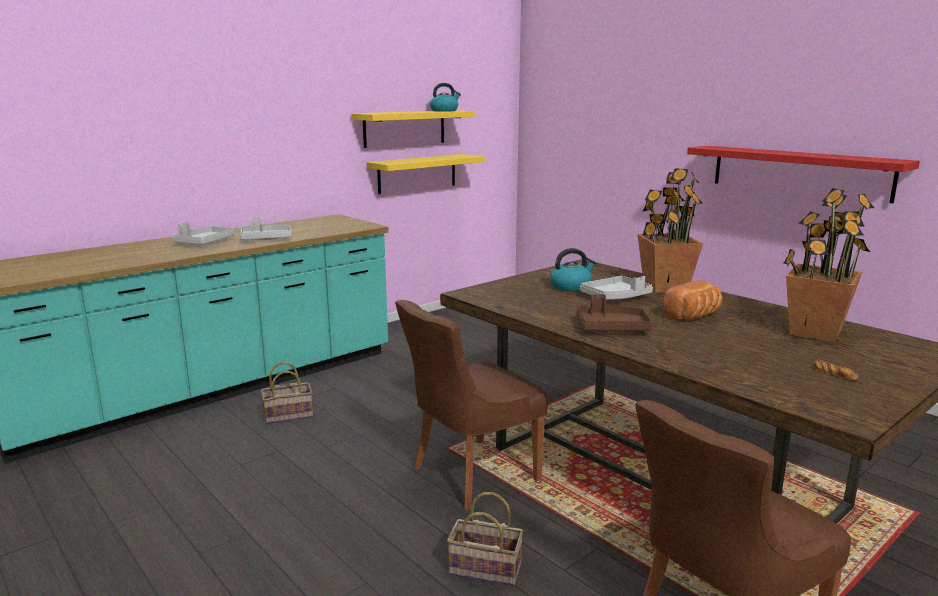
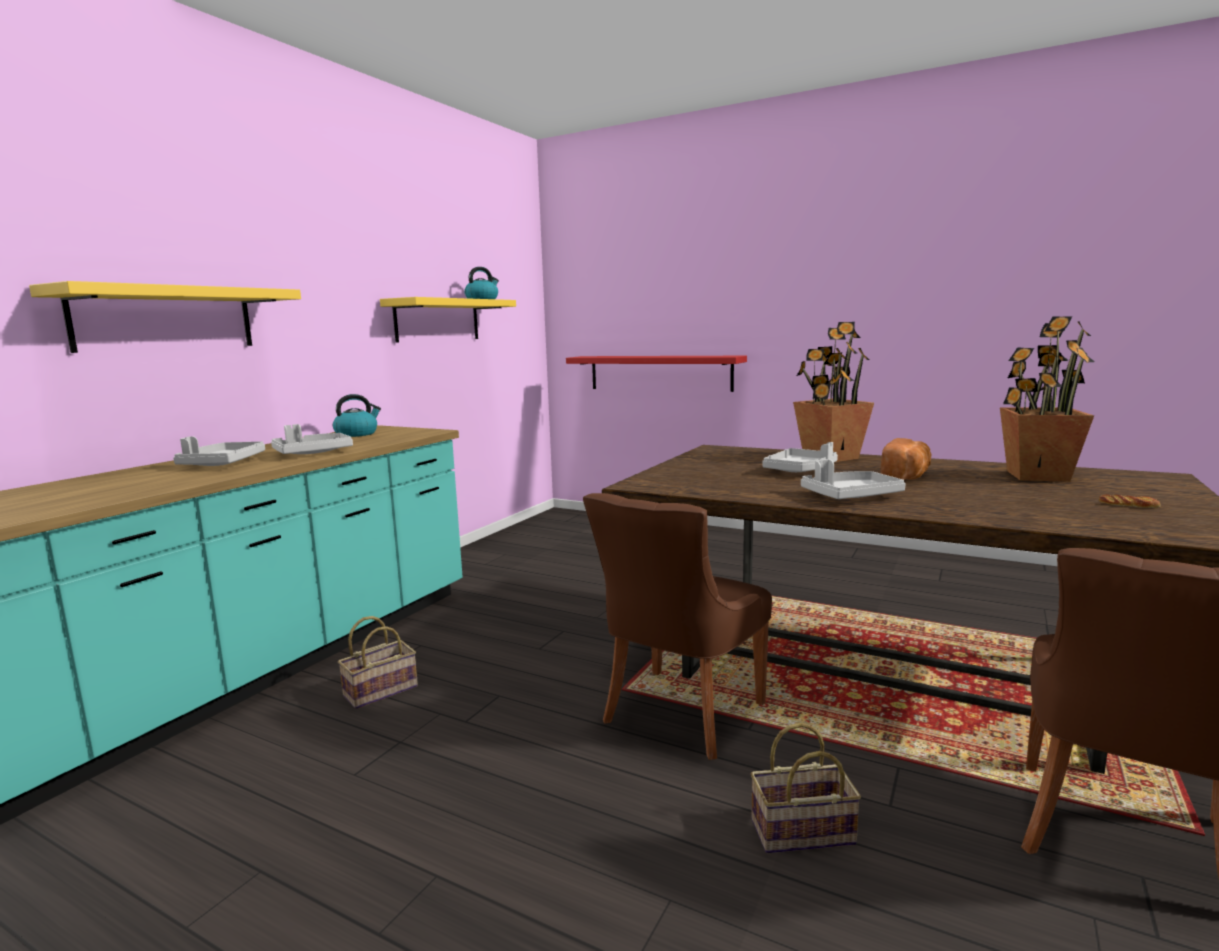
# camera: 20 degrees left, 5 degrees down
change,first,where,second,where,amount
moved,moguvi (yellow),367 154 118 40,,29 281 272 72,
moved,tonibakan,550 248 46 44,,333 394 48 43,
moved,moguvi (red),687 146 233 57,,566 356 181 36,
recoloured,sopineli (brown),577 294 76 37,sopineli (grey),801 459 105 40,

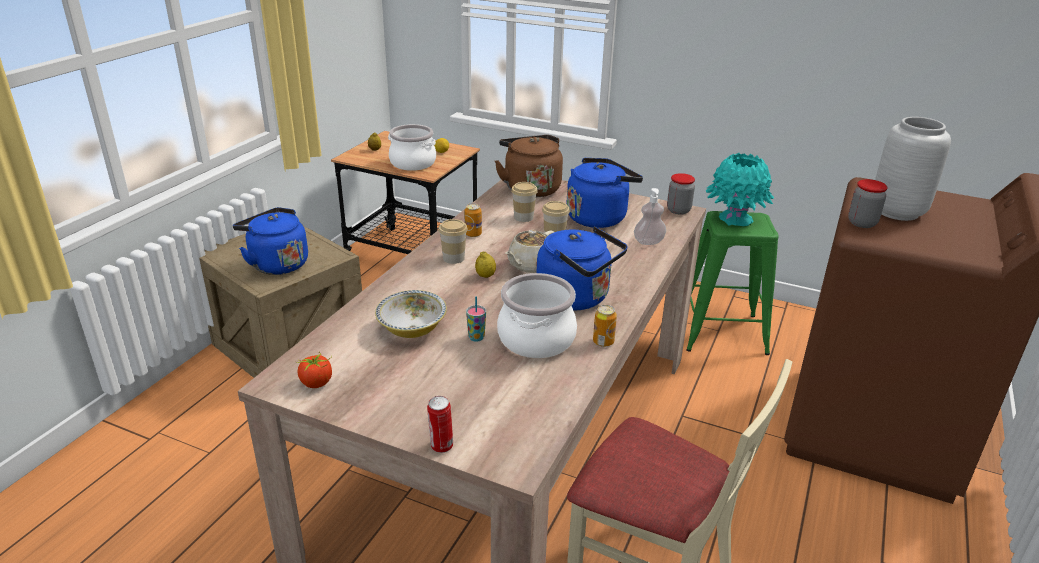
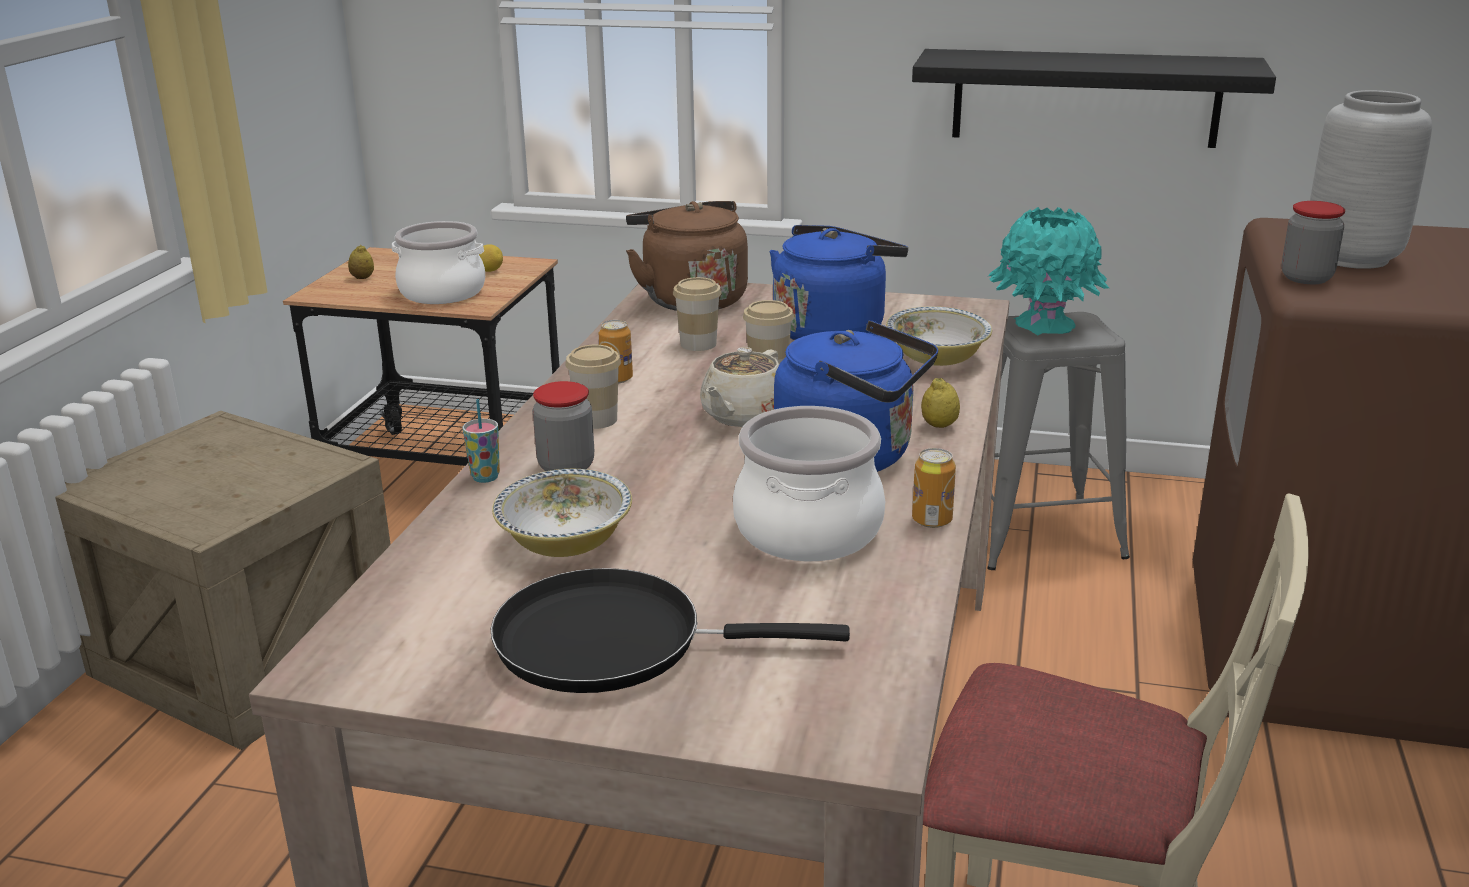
# camera: 10 degrees left, 5 degrees down
change,first,where,second,where,amount
moved,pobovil,466 296 20 45,,463 399 37 84,
added,,,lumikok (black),491 568 359 125,
moved,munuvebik,667 173 28 42,,533 381 61 90,
replaced,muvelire,634 188 32 57,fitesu,886 306 106 60,
added,,,moguvi (black),912 49 364 99,
moved,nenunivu,475 251 21 27,,921 378 39 50,
recoloured,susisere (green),686 211 92 144,susisere (grey),987 312 143 258,
removed,tonibakan (blue),233 207 75 68,,,
removed,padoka,297 353 35 35,,,
removed,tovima,427 396 26 57,,,

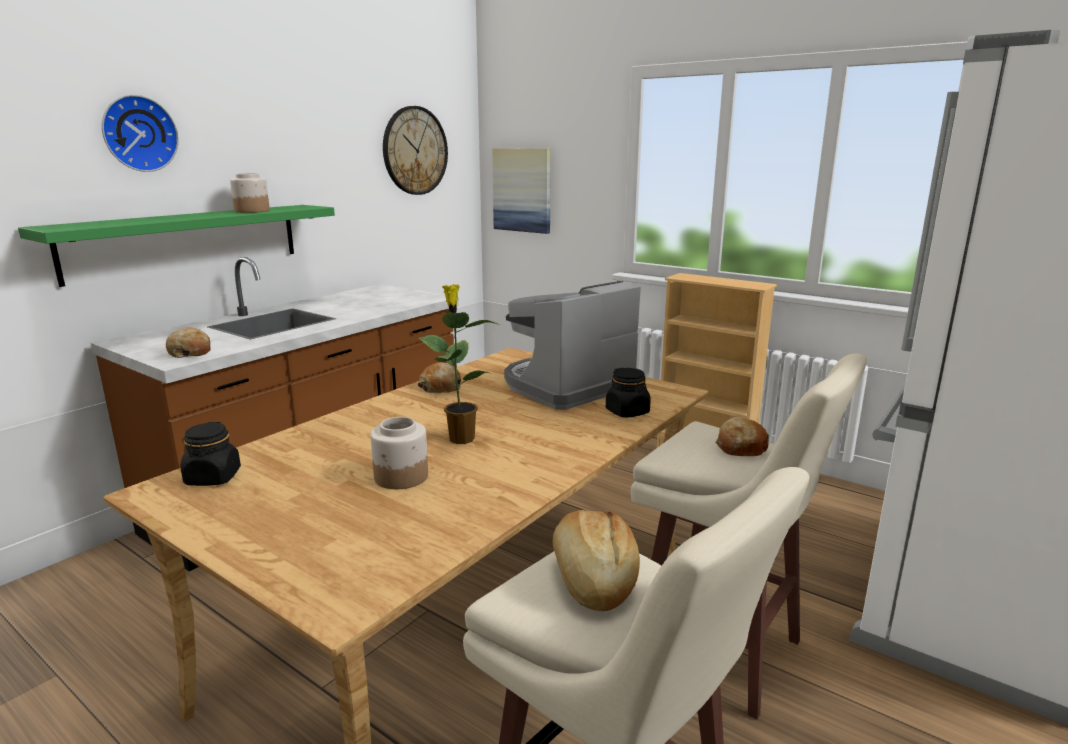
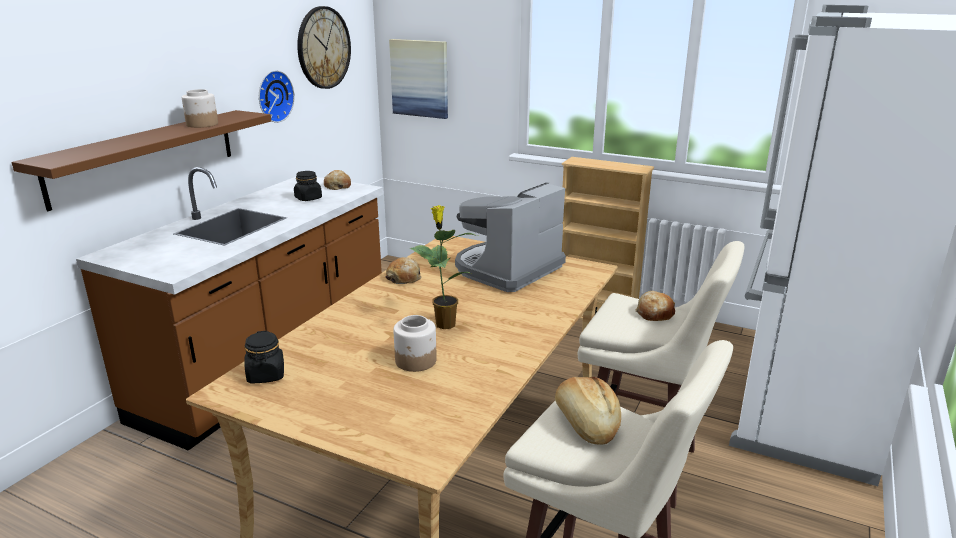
# camera: 10 degrees left, 5 degrees up
change,first,where,second,where,amount
recoloured,moguvi (green),18 205 317 82,moguvi (brown),12 110 259 101,
moved,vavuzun,102 95 77 77,,259 70 35 53,
moved,munuvebik (black),606 368 45 50,,294 171 28 30,
moved,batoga,166 327 45 31,,324 170 27 20,

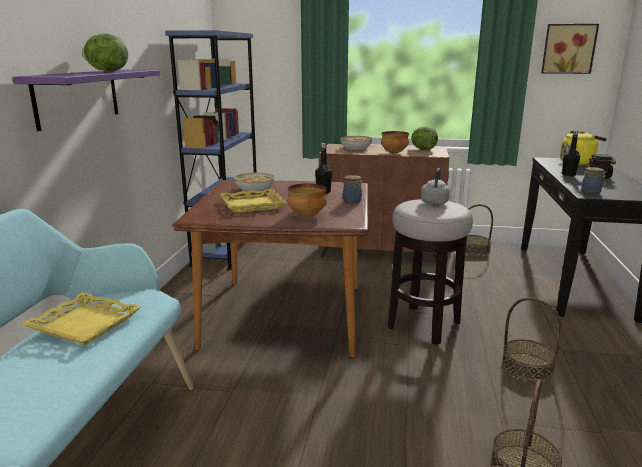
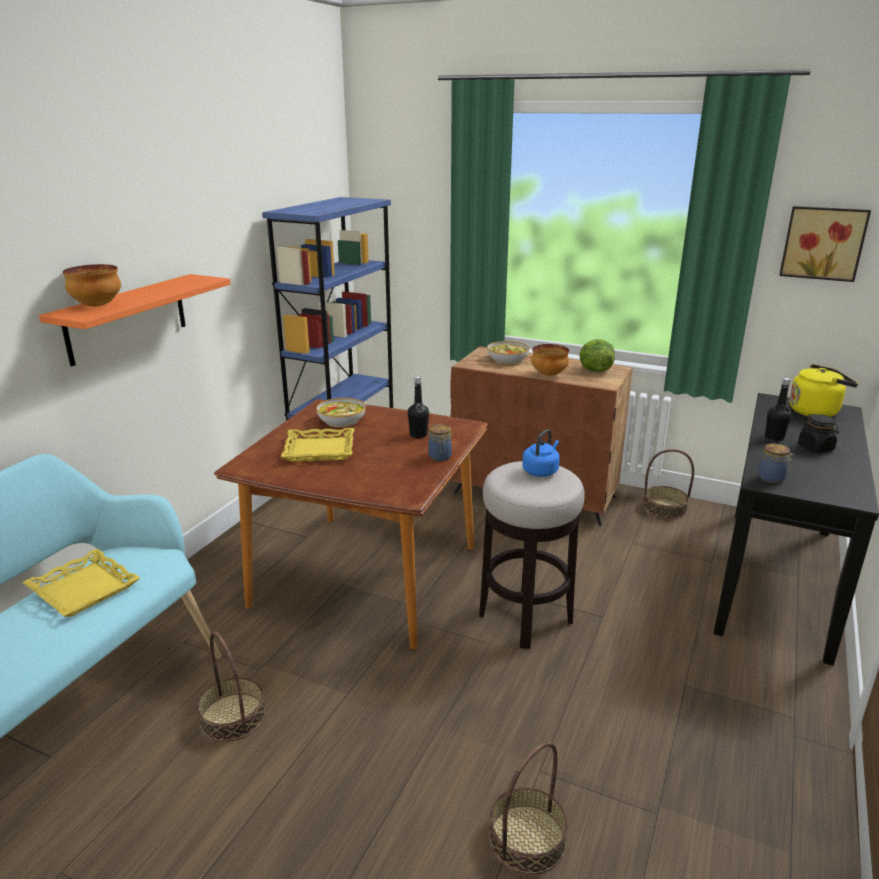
# camera: 15 degrees right, 5 degrees up
change,first,where,second,where,amount
recoloured,moguvi (purple),12 70 148 61,moguvi (orange),39 274 192 92,
moved,fitesu,287 183 40 33,,63 264 58 42,
moved,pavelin,502 297 60 84,,196 631 70 111,
recoloured,tonibakan (grey),421 168 29 37,tonibakan (blue),522 429 38 48,
removed,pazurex,82 33 46 39,,,

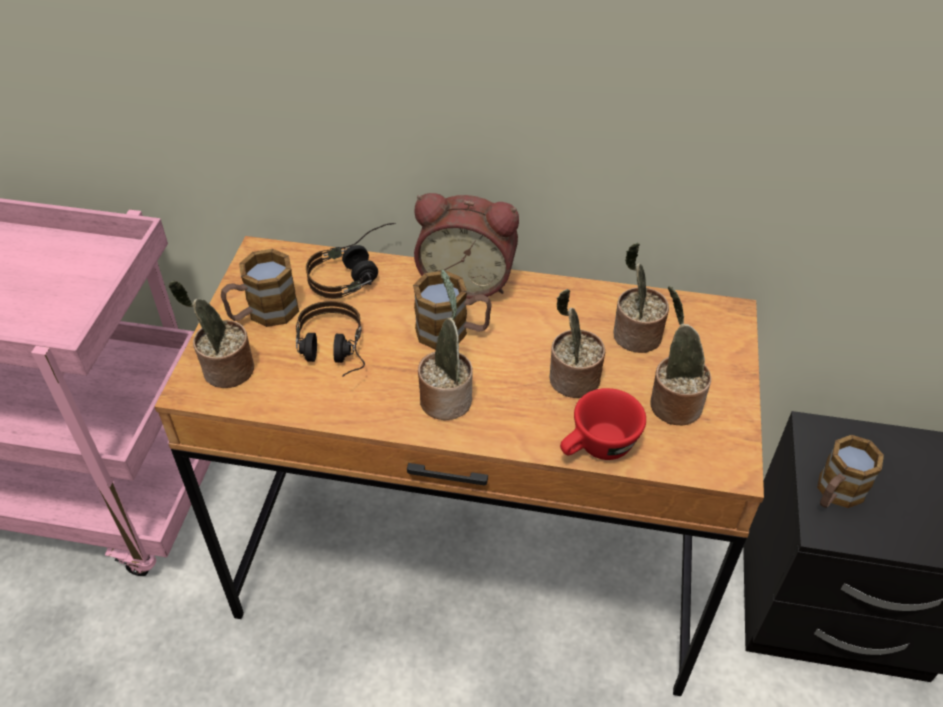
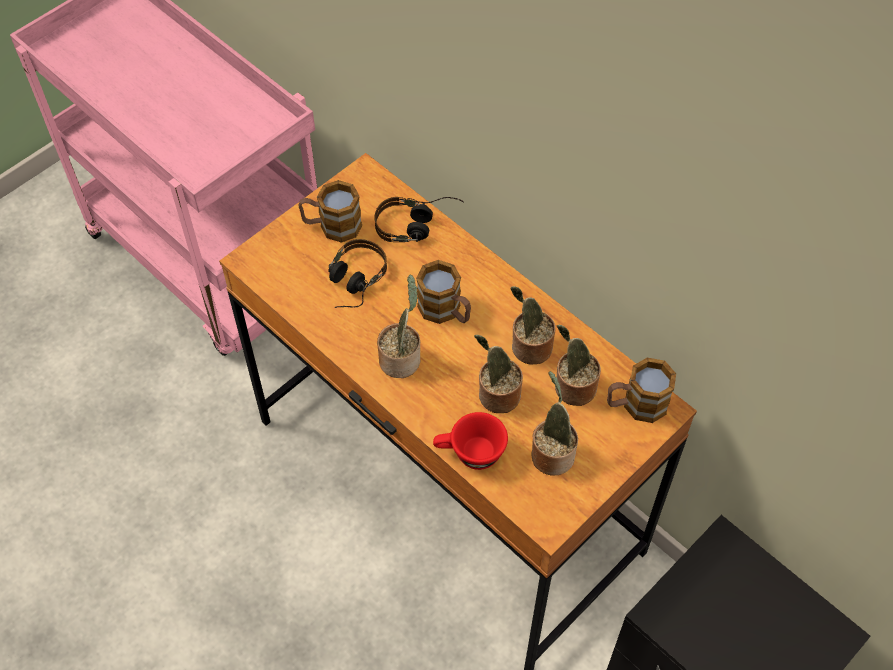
# camera: 35 degrees right, 10 degrees up
change,first,where,second,where,amount
moved,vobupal,169 280 85 108,,510 286 45 79,
moved,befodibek,817 435 67 73,,607 358 69 65,
removed,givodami,414 193 105 106,,,

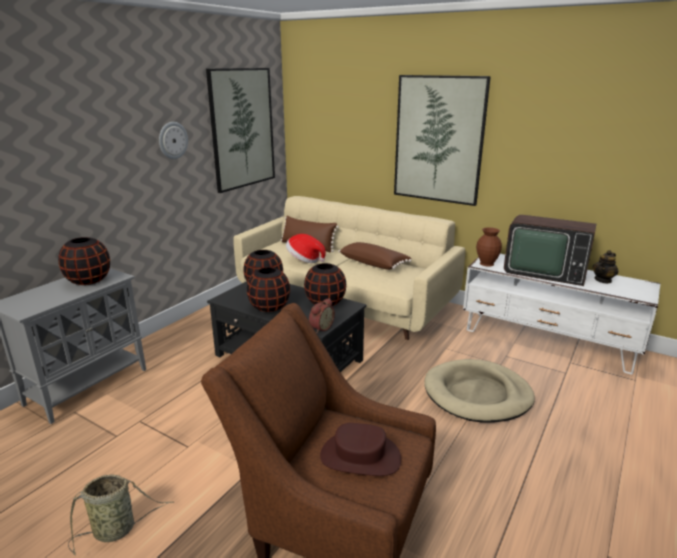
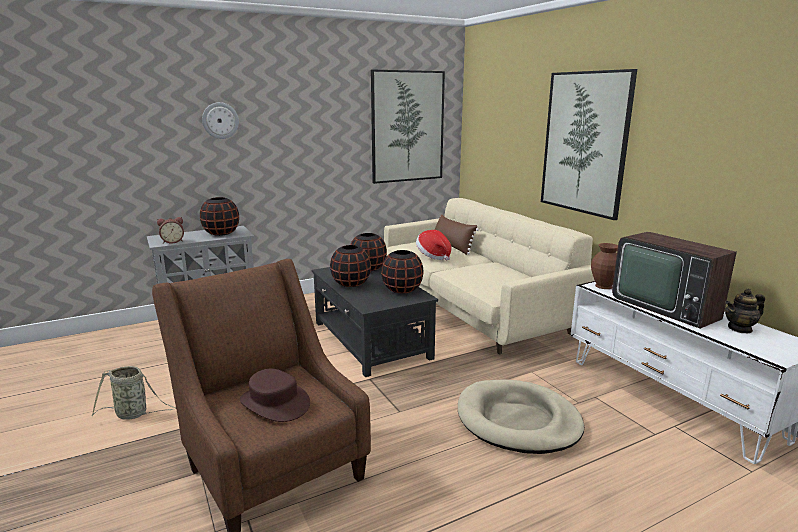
# camera: 30 degrees right, 5 degrees down
change,first,where,second,where,amount
moved,givodami,309 298 26 35,,157 217 27 27,
moved,vavuzun,159 122 29 37,,202 102 37 37,
removed,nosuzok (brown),338 242 73 28,,,

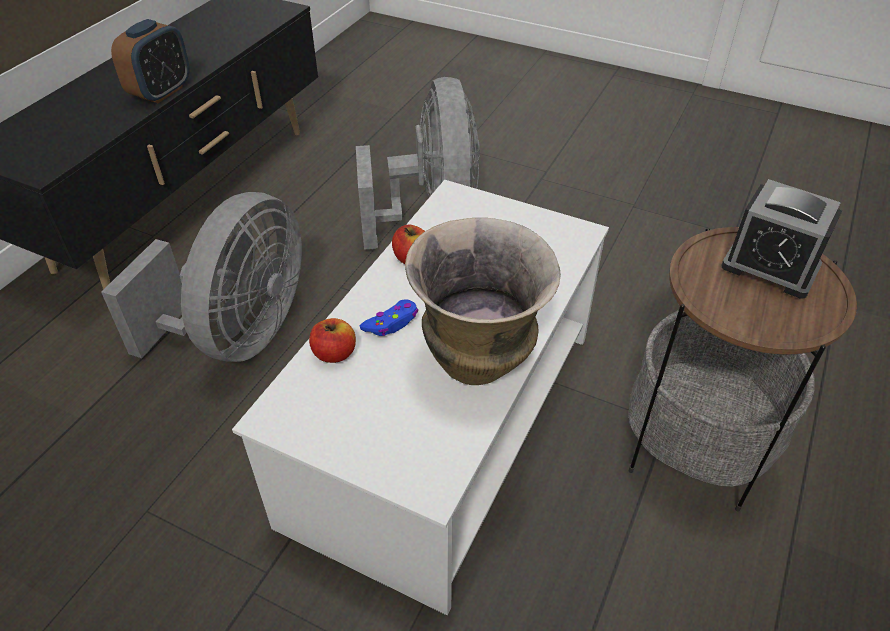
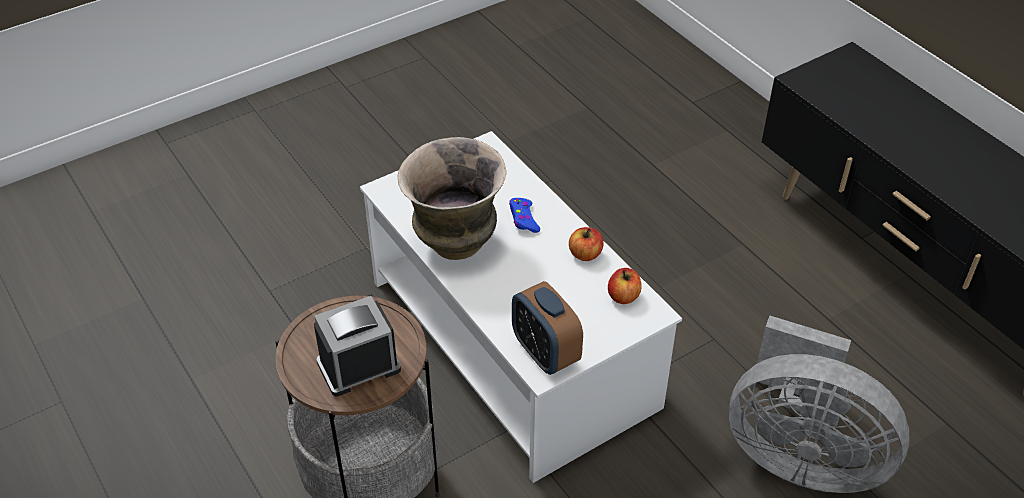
# camera: 120 degrees right, 0 degrees up
change,first,where,second,where,amount
moved,givodami,111 19 79 84,,512 281 71 94,
moved,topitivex,309 318 47 45,,608 268 34 36,
removed,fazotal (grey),101 192 201 170,,,

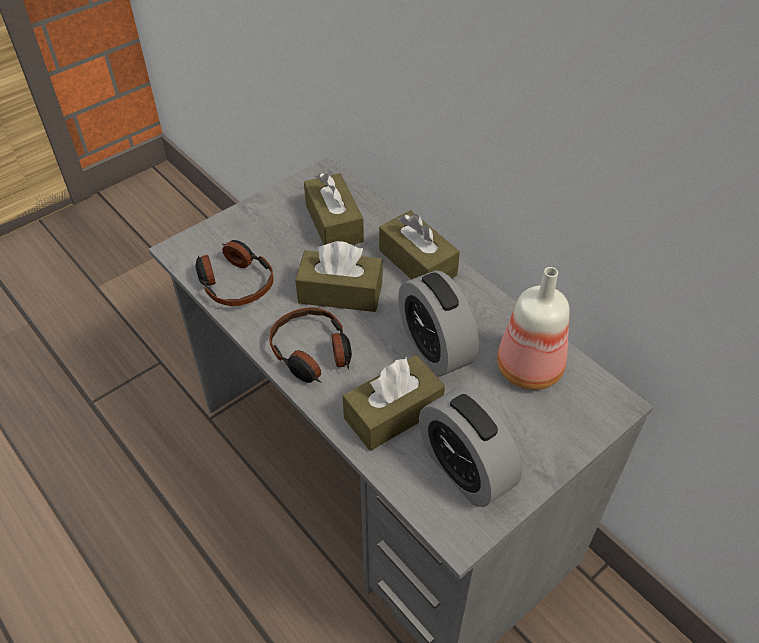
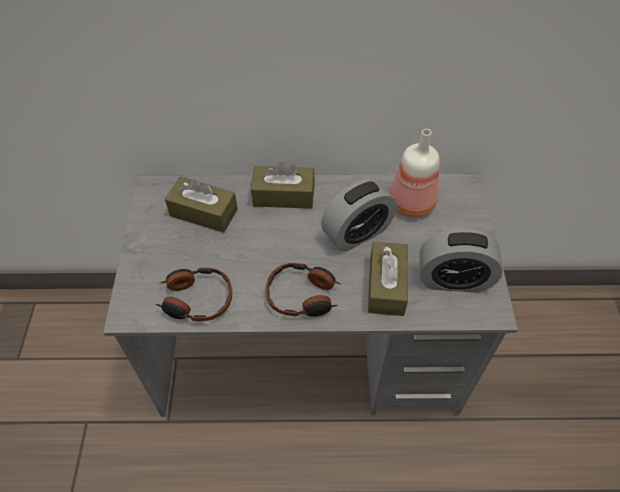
# camera: 50 degrees left, 5 degrees up
change,first,where,second,where,amount
turned,givodami,398 270 81 106,,321 179 76 73,45 degrees counterclockwise
removed,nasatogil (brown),295 241 88 71,,,

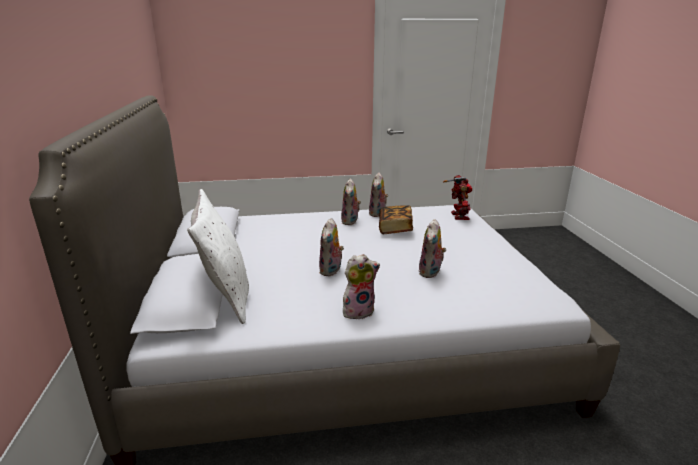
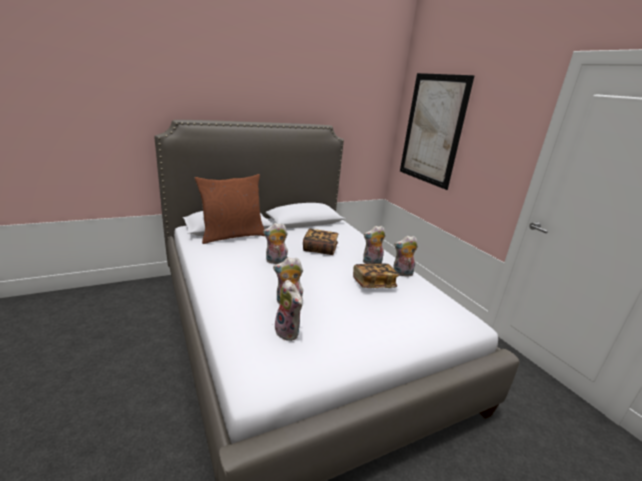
# camera: 70 degrees right, 0 degrees up
change,first,where,second,where,amount
recoloured,nosuzok (white),187 189 62 135,nosuzok (brown),195 174 70 70,
moved,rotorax,343 254 37 65,,275 280 28 61,
added,,,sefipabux,303 229 35 26,
added,,,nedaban,400 73 75 117,
removed,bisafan,443 175 29 45,,,

